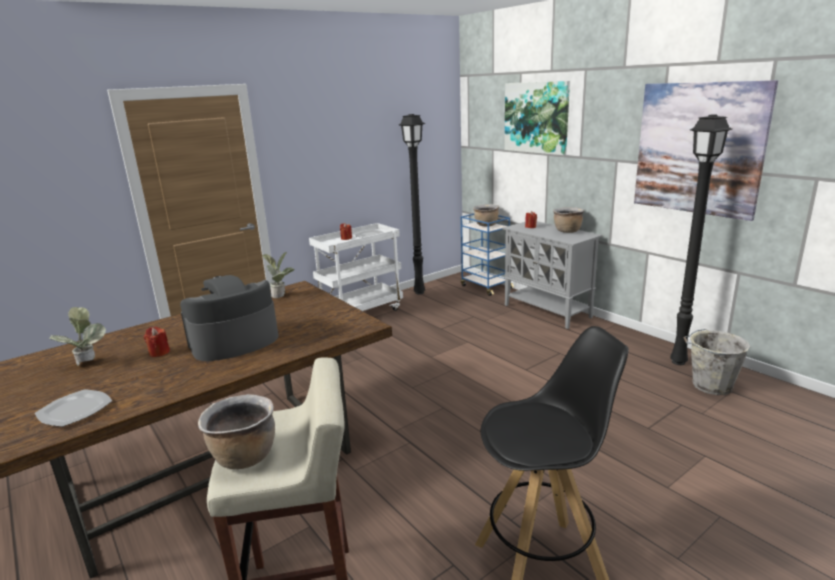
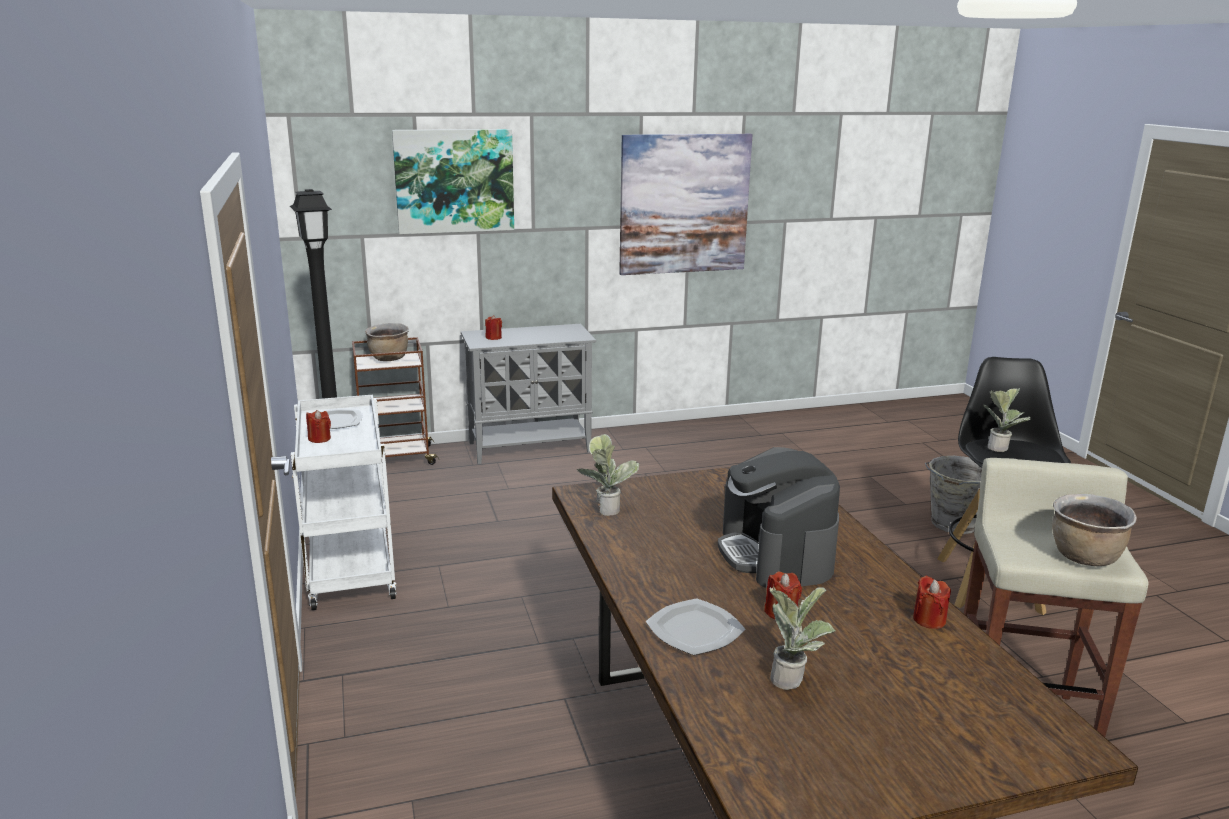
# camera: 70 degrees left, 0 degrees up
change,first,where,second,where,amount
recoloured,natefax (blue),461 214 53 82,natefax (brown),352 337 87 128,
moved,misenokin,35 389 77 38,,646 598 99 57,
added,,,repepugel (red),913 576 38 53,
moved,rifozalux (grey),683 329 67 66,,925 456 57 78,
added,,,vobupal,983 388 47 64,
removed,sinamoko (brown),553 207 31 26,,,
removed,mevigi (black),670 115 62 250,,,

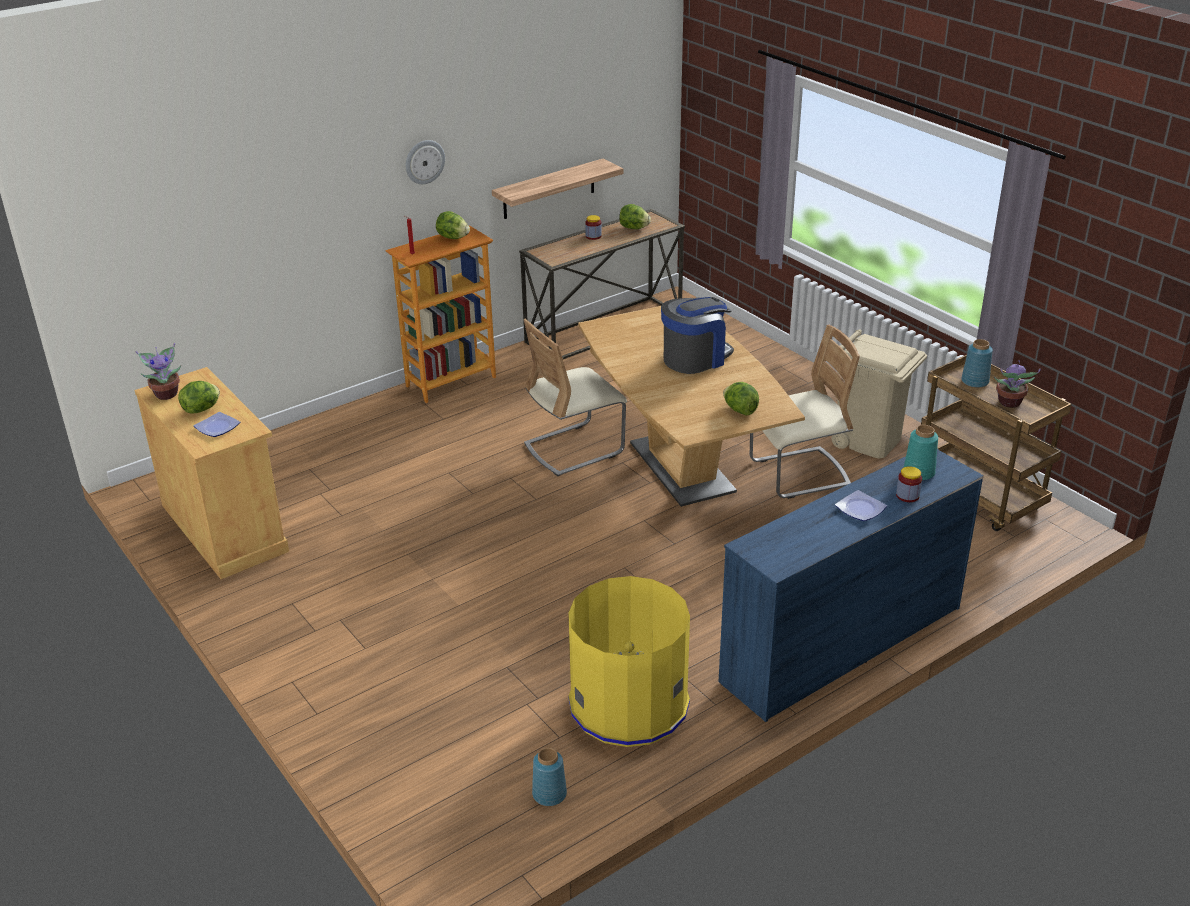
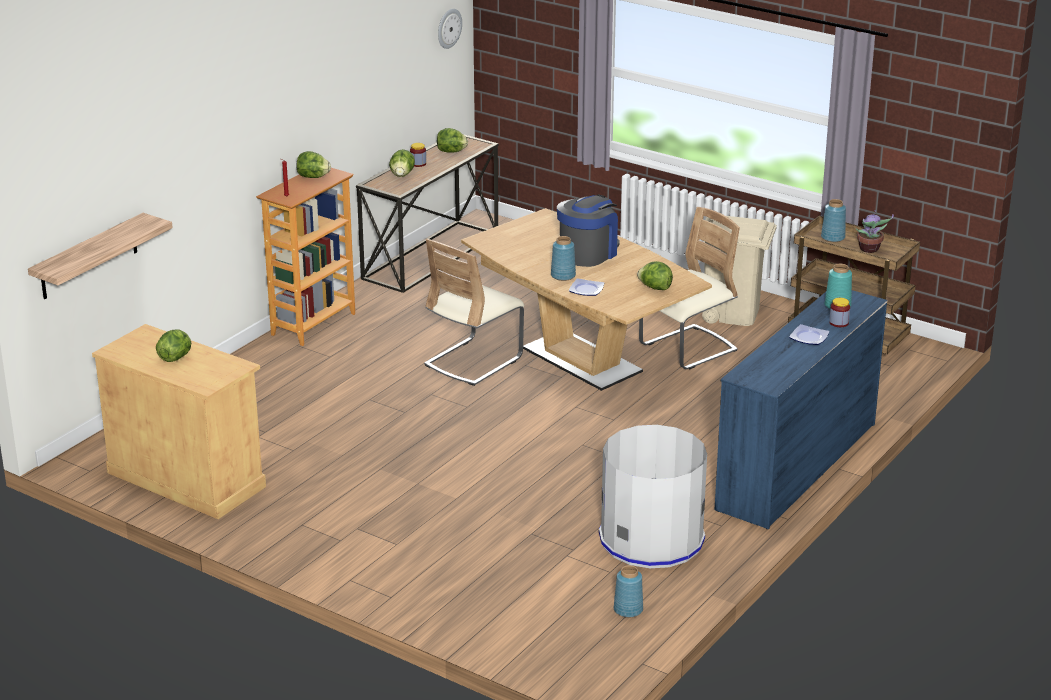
# camera: 20 degrees left, 5 degrees down
change,first,where,second,where,amount
moved,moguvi,492 159 132 60,,28 213 145 86,
added,,,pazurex,389 149 26 28,
moved,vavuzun,406 140 39 44,,438 9 24 40,
added,,,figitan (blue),551 236 25 45,
moved,misenokin,193 412 47 25,,569 278 35 18,
recoloured,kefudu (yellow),568 576 122 171,kefudu (grey),599 425 108 143,
removed,vobupal,135 343 46 57,,,

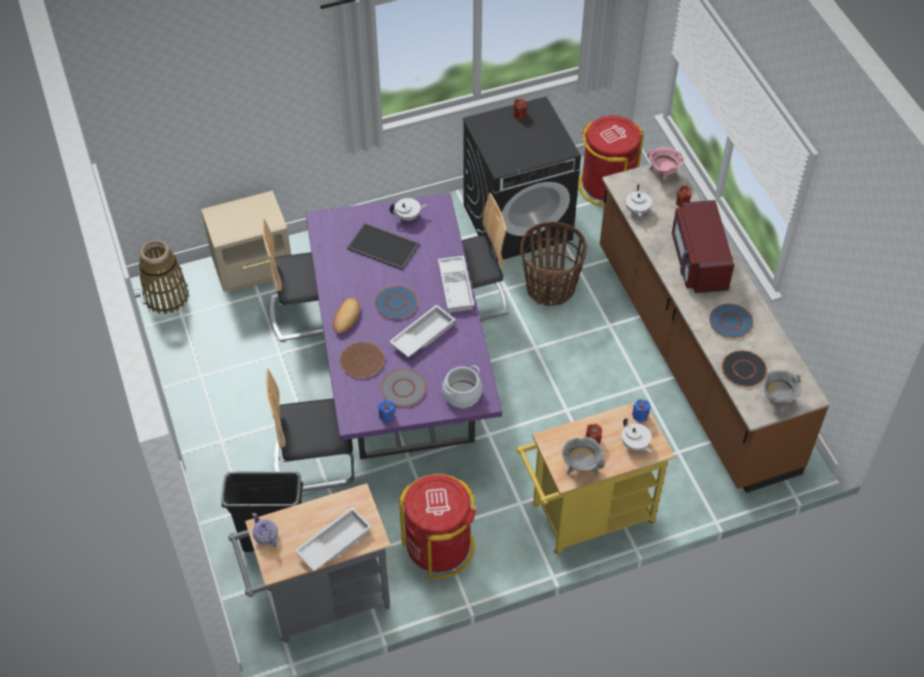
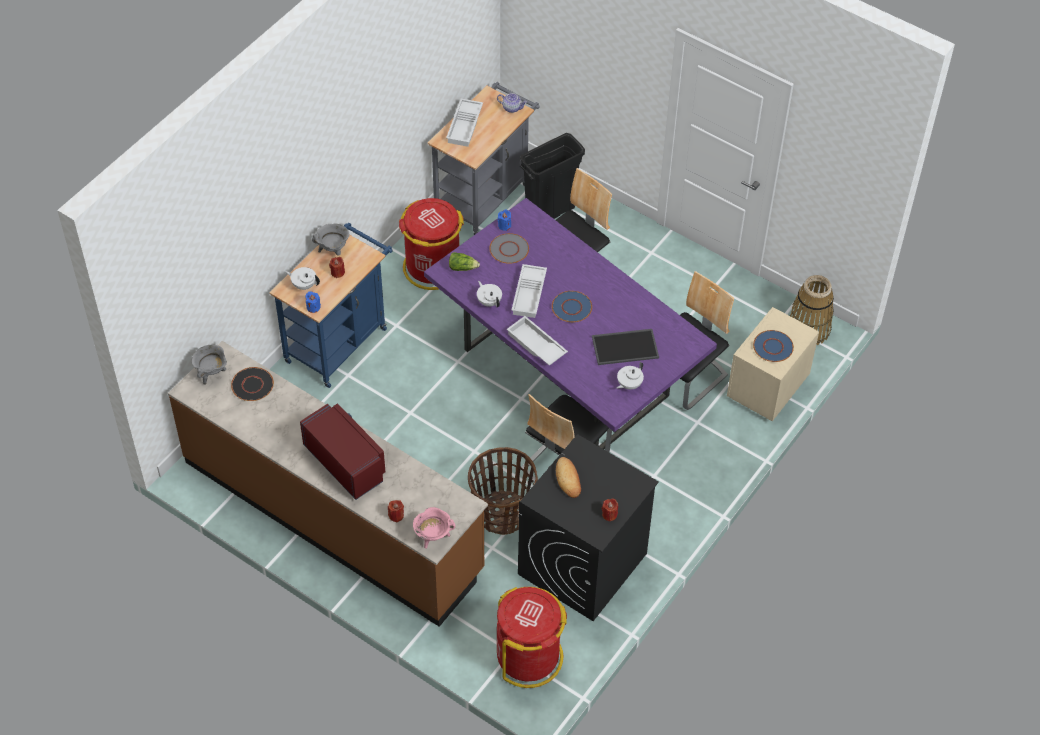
# camera: 145 degrees right, 0 degrees up
change,first,where,second,where,amount
recoloured,natefax (yellow),516 402 159 153,natefax (blue),269 223 124 165,
replaced,sinamoko,442 365 40 43,pazurex,449 252 31 19,
moved,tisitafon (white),626 184 26 33,,477 281 25 26,
moved,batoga,333 298 27 36,,556 457 25 41,
moved,misenokin (blue),709 304 44 34,,753 330 41 32,
removed,misenokin (brown),340 342 44 36,,,

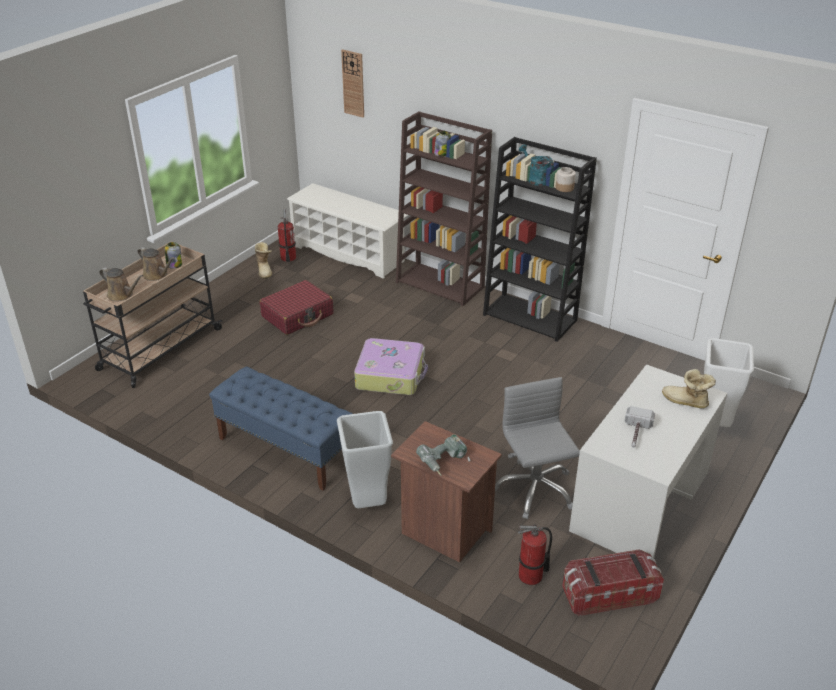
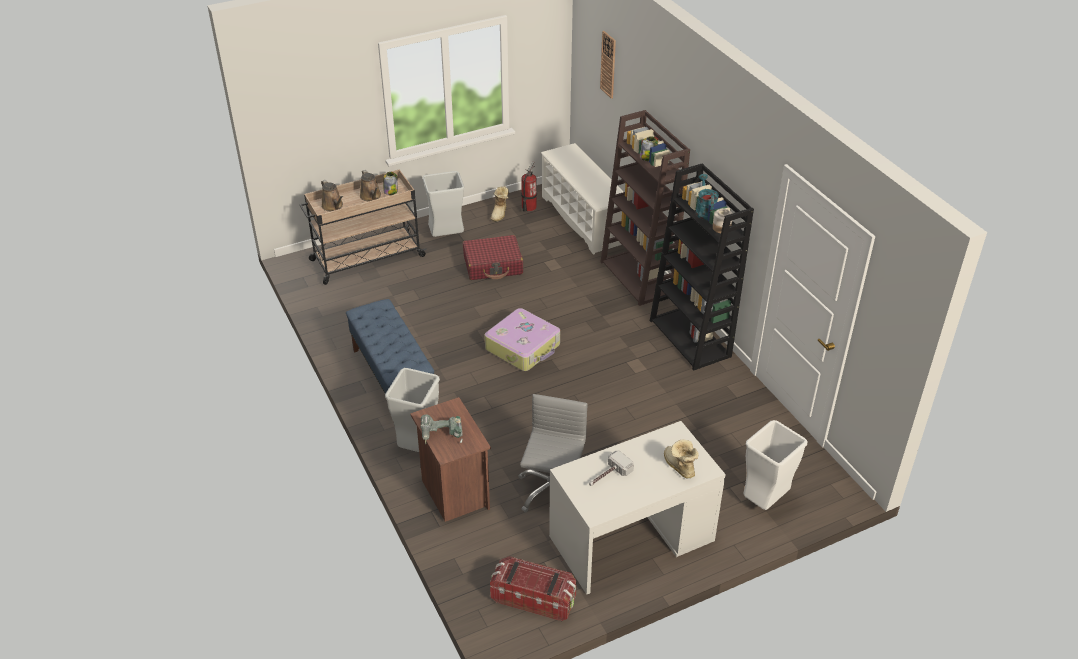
# camera: 30 degrees right, 5 degrees up
change,first,where,second,where,amount
added,,,kefudu (grey),422 171 42 66,
removed,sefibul,518 525 34 60,,,

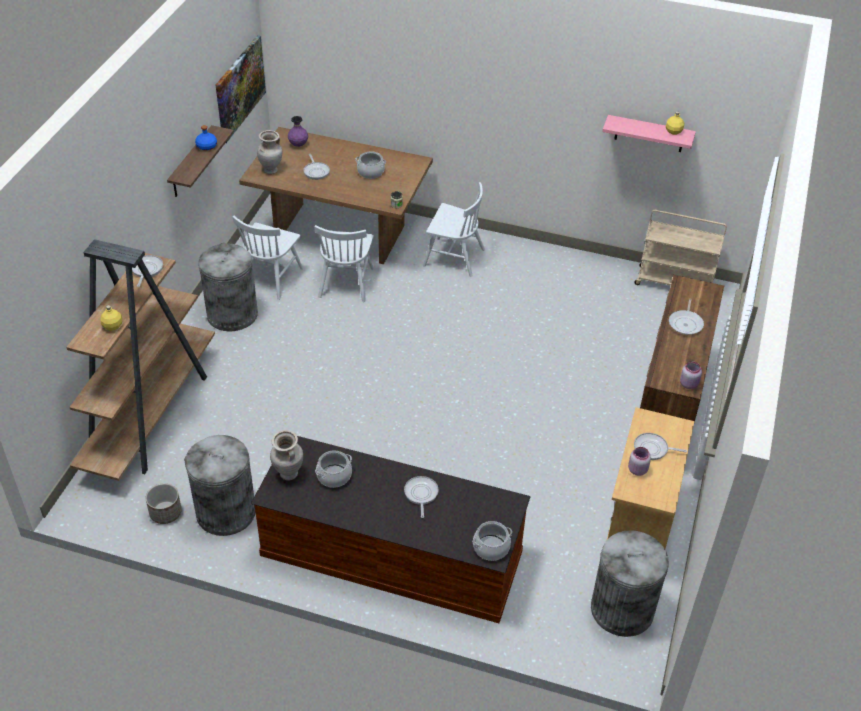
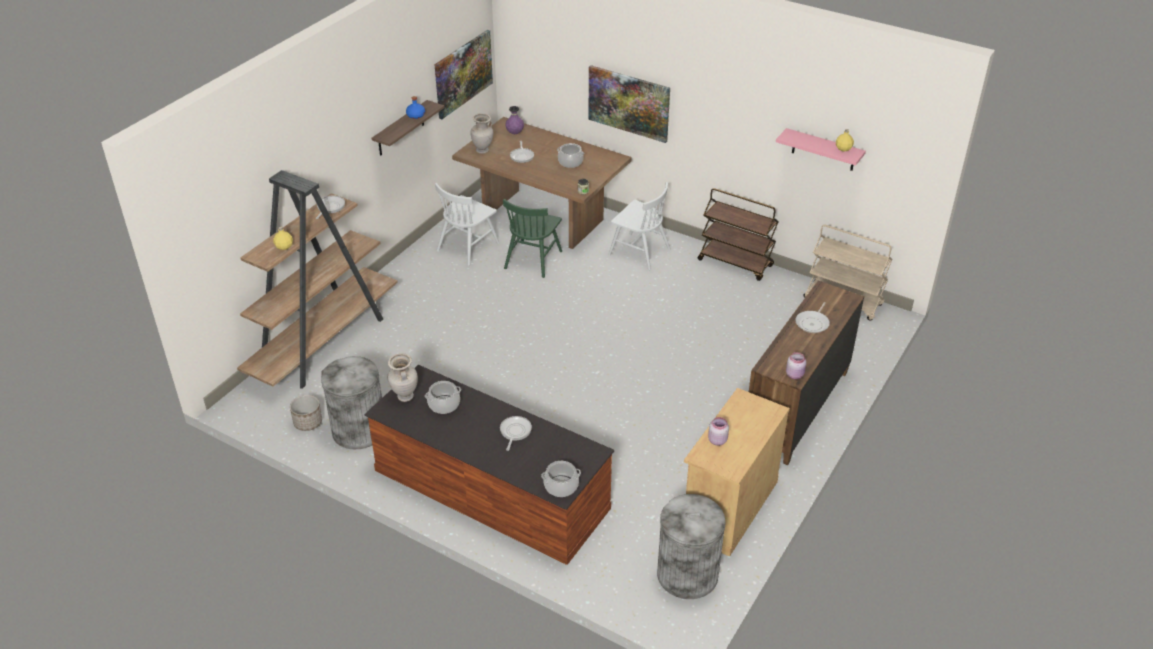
# camera: 15 degrees right, 5 degrees down
change,first,where,second,where,amount
recoloured,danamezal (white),314 225 60 77,danamezal (green),503 199 59 79,
added,,,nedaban,588 65 82 78,
added,,,natefax (brown),697 188 82 93,
removed,kefudu (grey),198 243 60 88,,,
removed,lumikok,634 433 53 27,,,

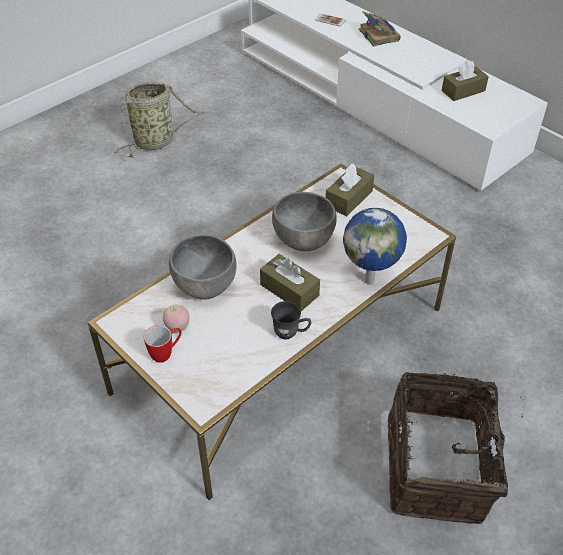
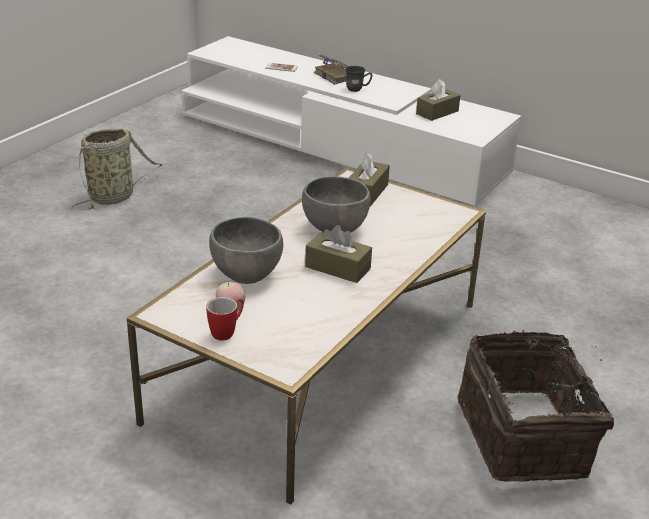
# camera: 15 degrees left, 15 degrees down
change,first,where,second,where,amount
moved,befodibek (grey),271 301 41 38,,345 66 27 26,
removed,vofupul,343 208 64 77,,,

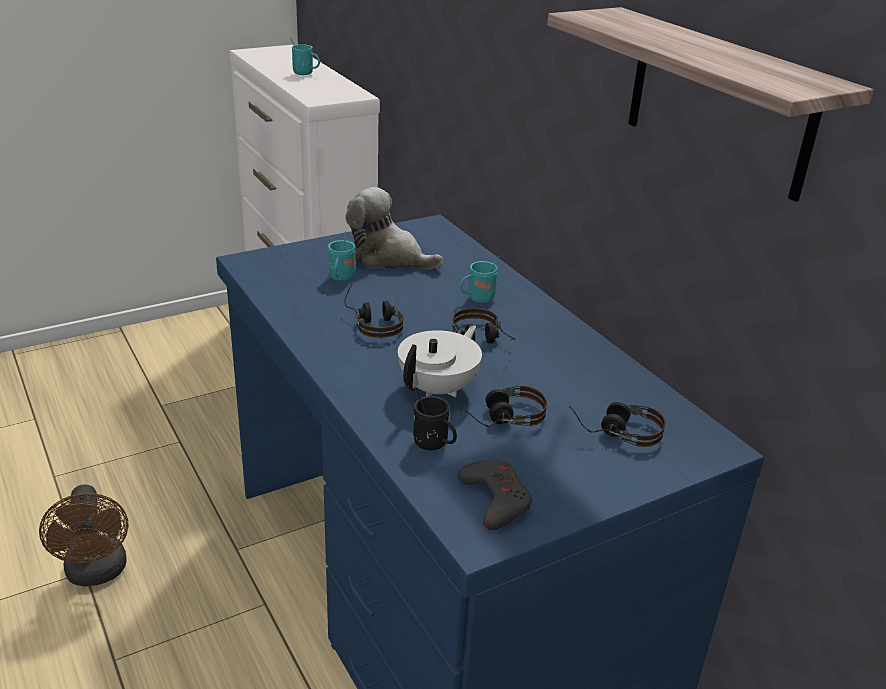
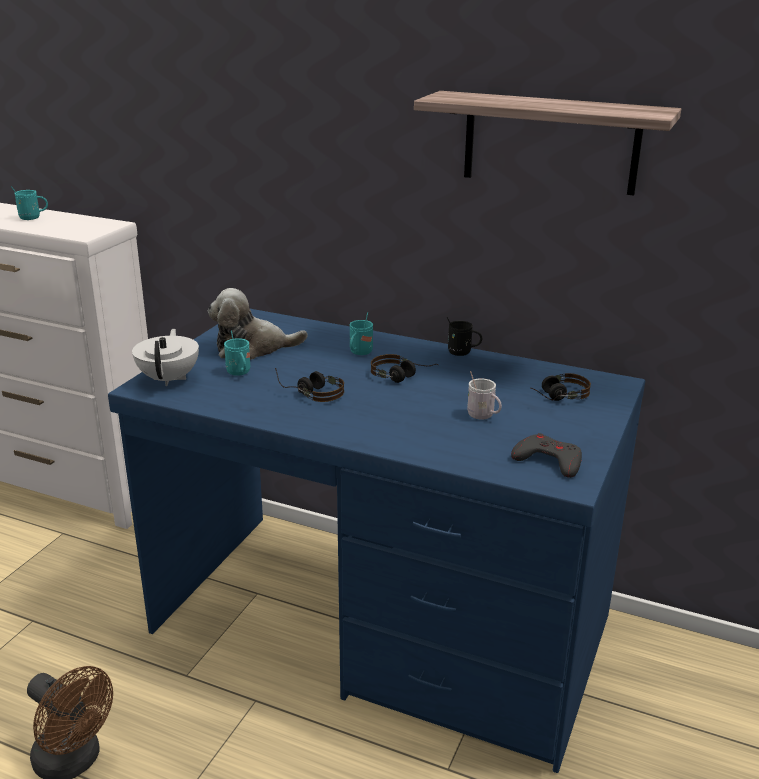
# camera: 35 degrees left, 5 degrees down
change,first,where,second,where,amount
moved,tisitafon (white),398 325 84 72,,132 329 67 57,
moved,befodibek (black),413 388 44 62,,447 317 35 39,
replaced,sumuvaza,460 386 87 41,befodibek (white),467 371 35 48,

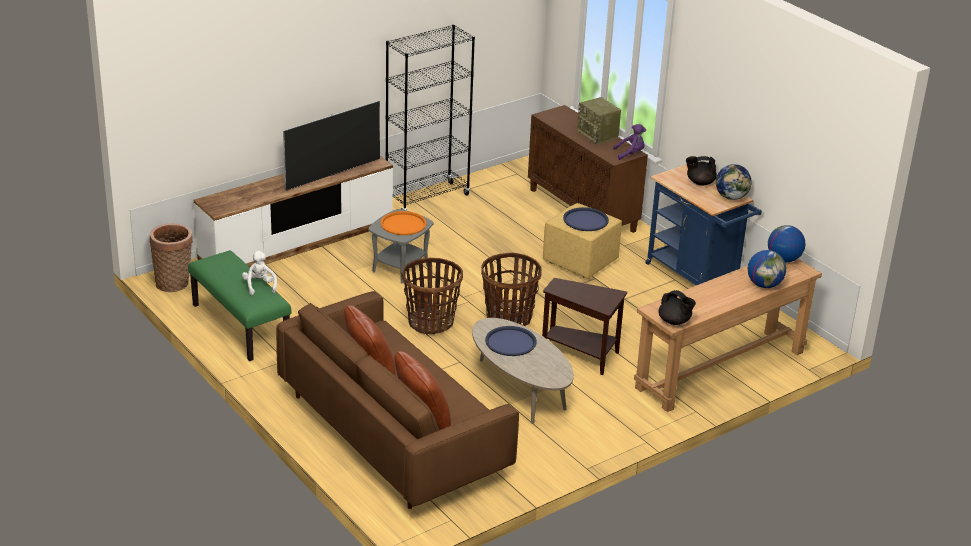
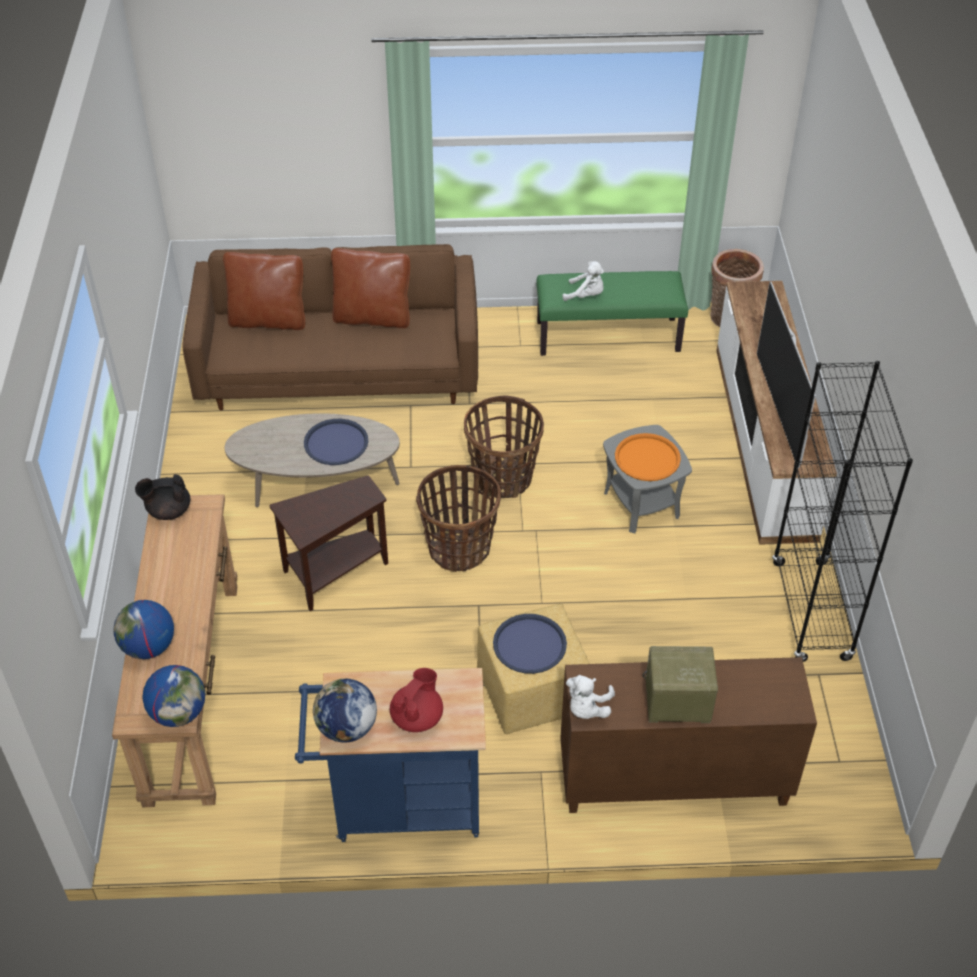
# camera: 125 degrees right, 15 degrees up
change,first,where,second,where,amount
recoloured,tisitafon (black),686 156 31 30,tisitafon (red),390 668 53 64,
recoloured,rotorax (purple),613 124 33 36,rotorax (white),566 675 49 44,

